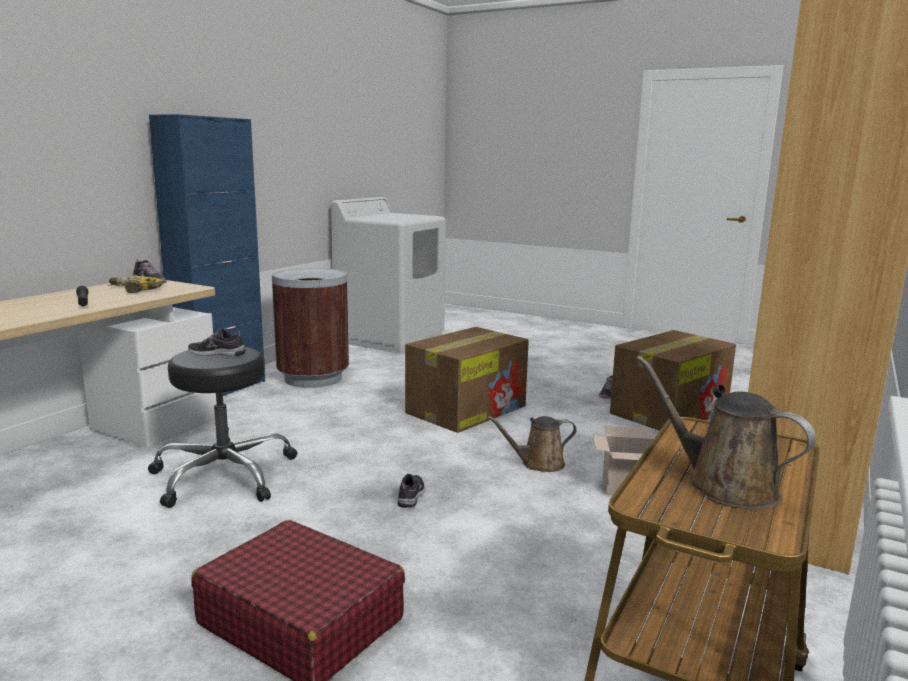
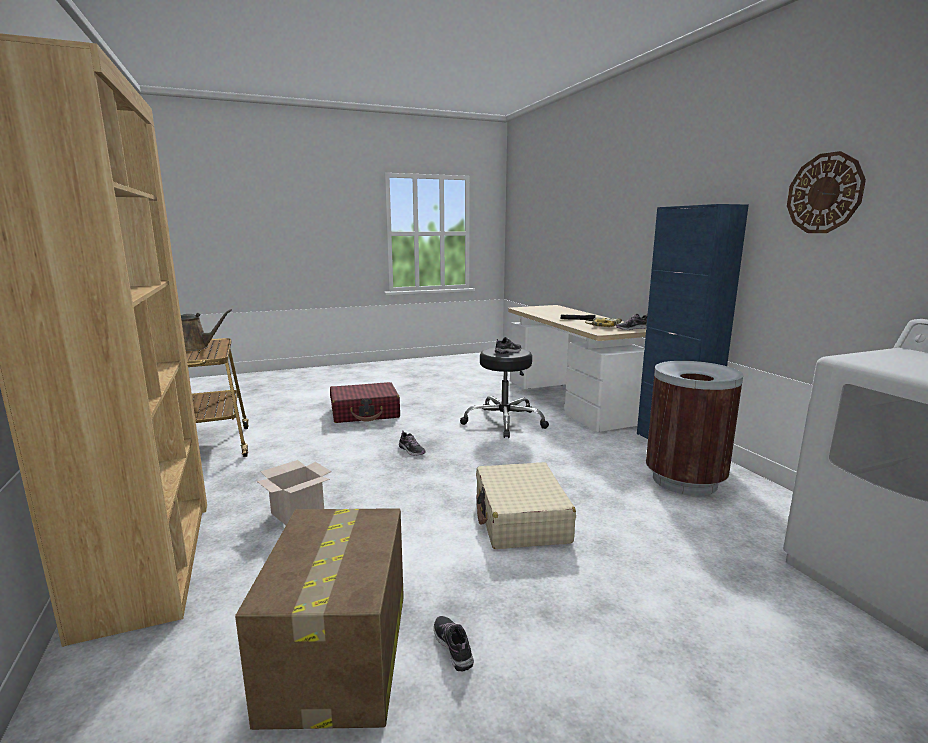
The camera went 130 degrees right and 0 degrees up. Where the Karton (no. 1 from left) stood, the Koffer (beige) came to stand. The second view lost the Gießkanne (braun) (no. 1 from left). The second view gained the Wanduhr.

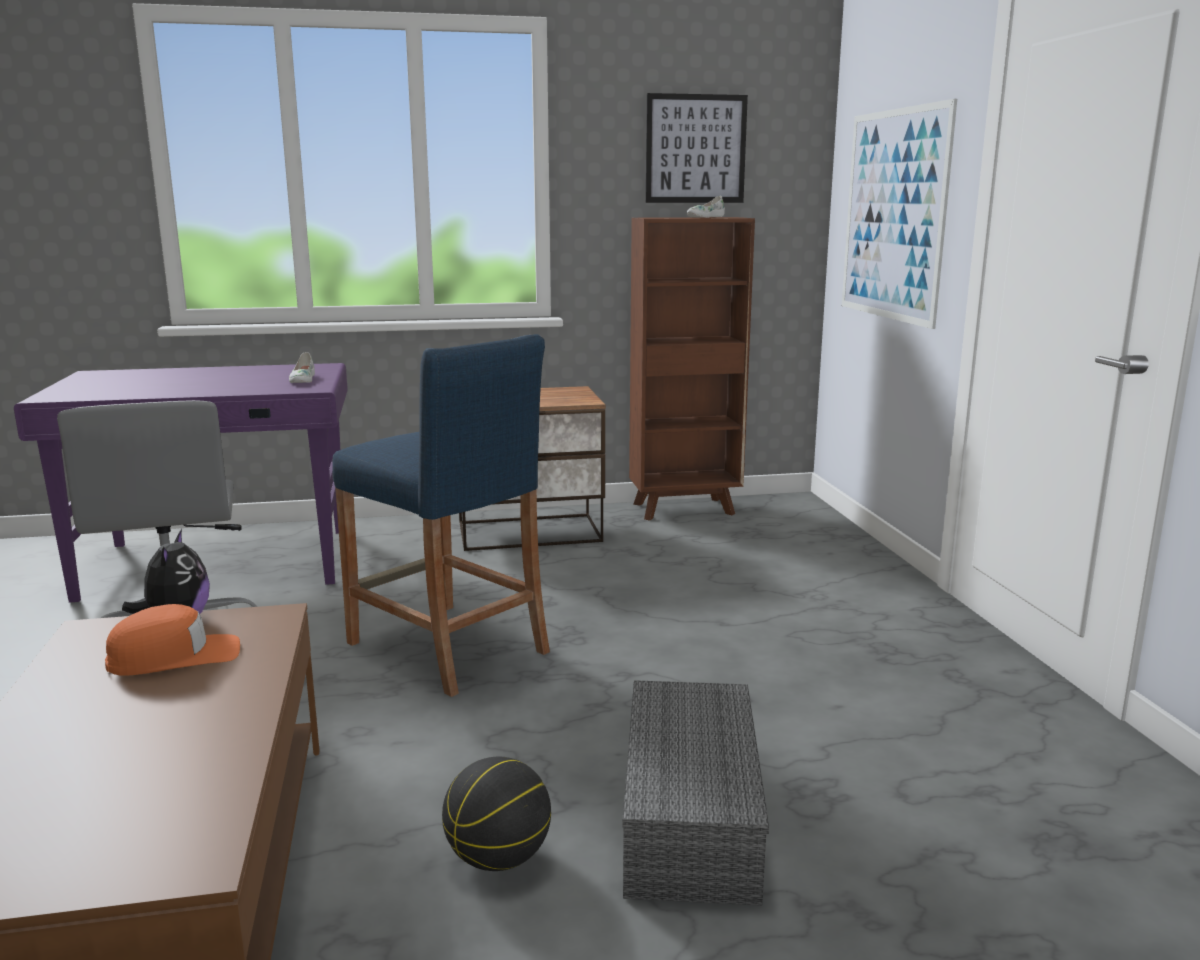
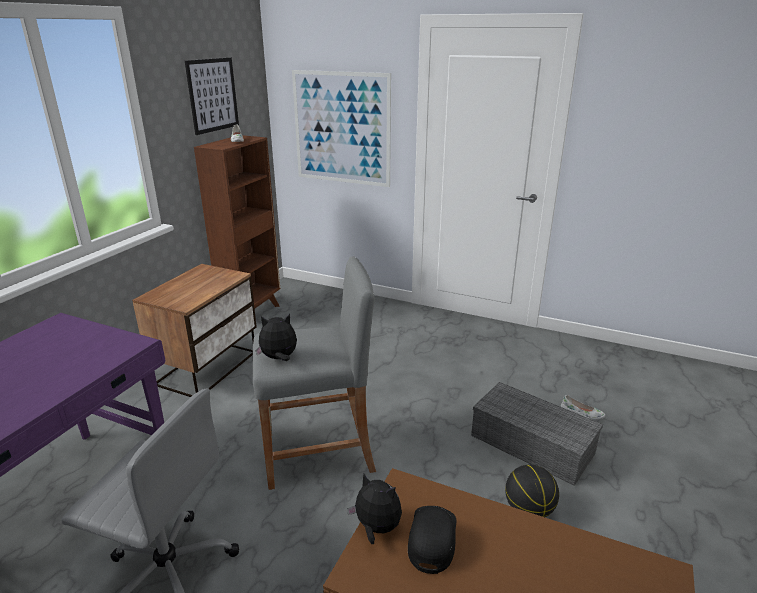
The camera went 55 degrees left and 10 degrees up. What was the Hocker (blau) turned into the Hocker (grau). The Schuh (weiß) (no. 1 from left in the first image) ended up elsewhere. What was the Kappe (orange) turned into the Kappe (schwarz). The second view gained the Plüschtier (no. 1 from left).

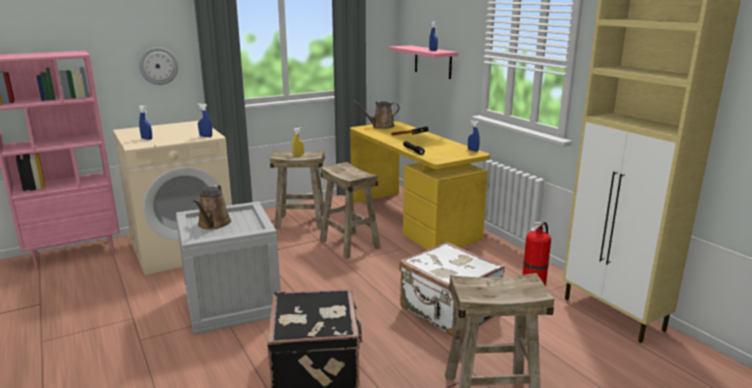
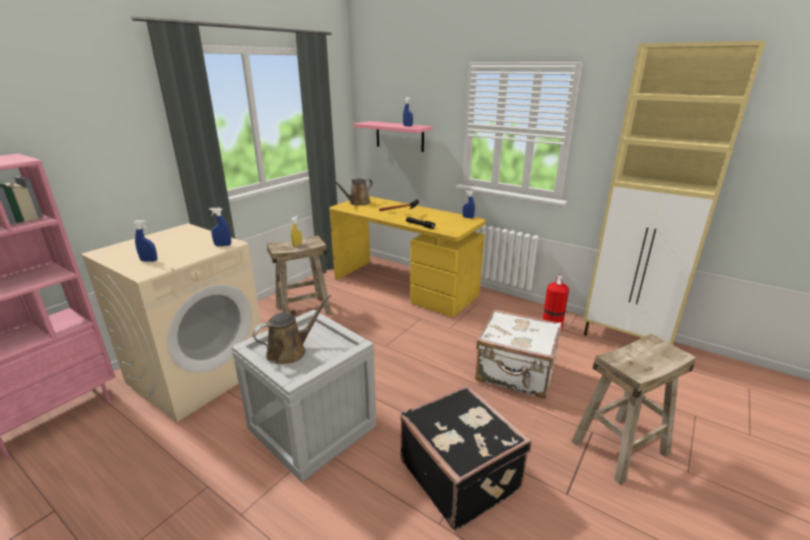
The camera went 25 degrees left and 5 degrees up. The second view lost the Wanduhr. The second view lost the Hocker (beige) (no. 2 from left). The Gießkanne (braun) (no. 1 from left) ended up facing another way, 105 degrees counterclockwise from before.

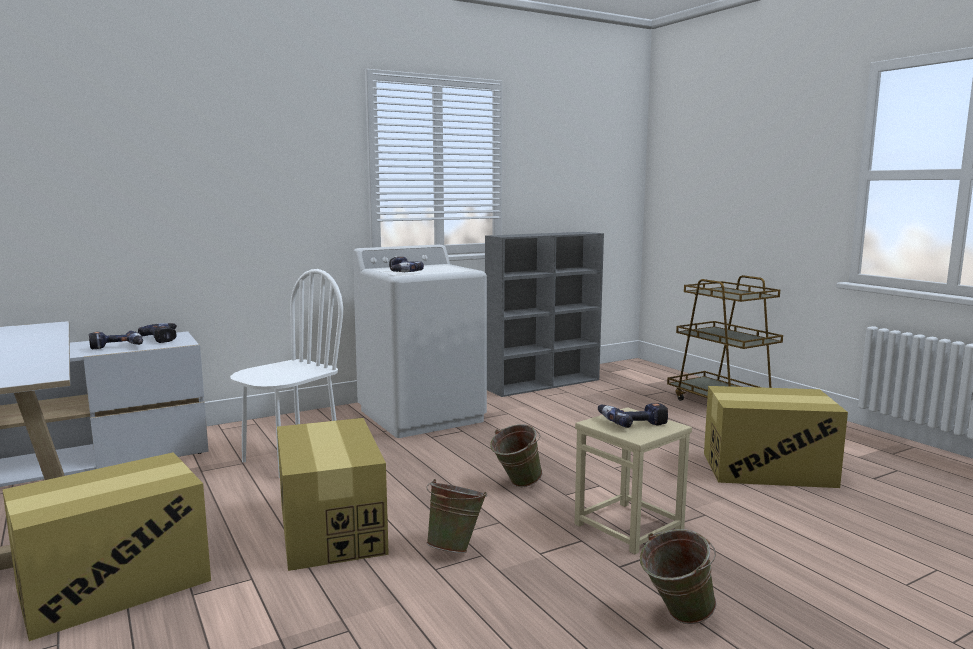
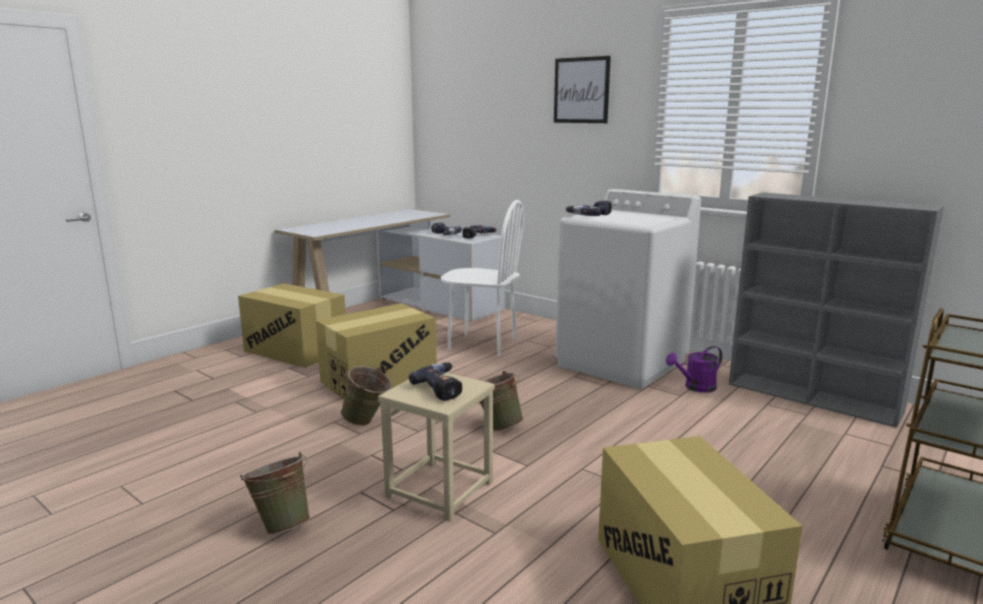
The camera went 70 degrees right and 5 degrees up. The second view gained the Bild. The second view gained the Gießkanne (lila).

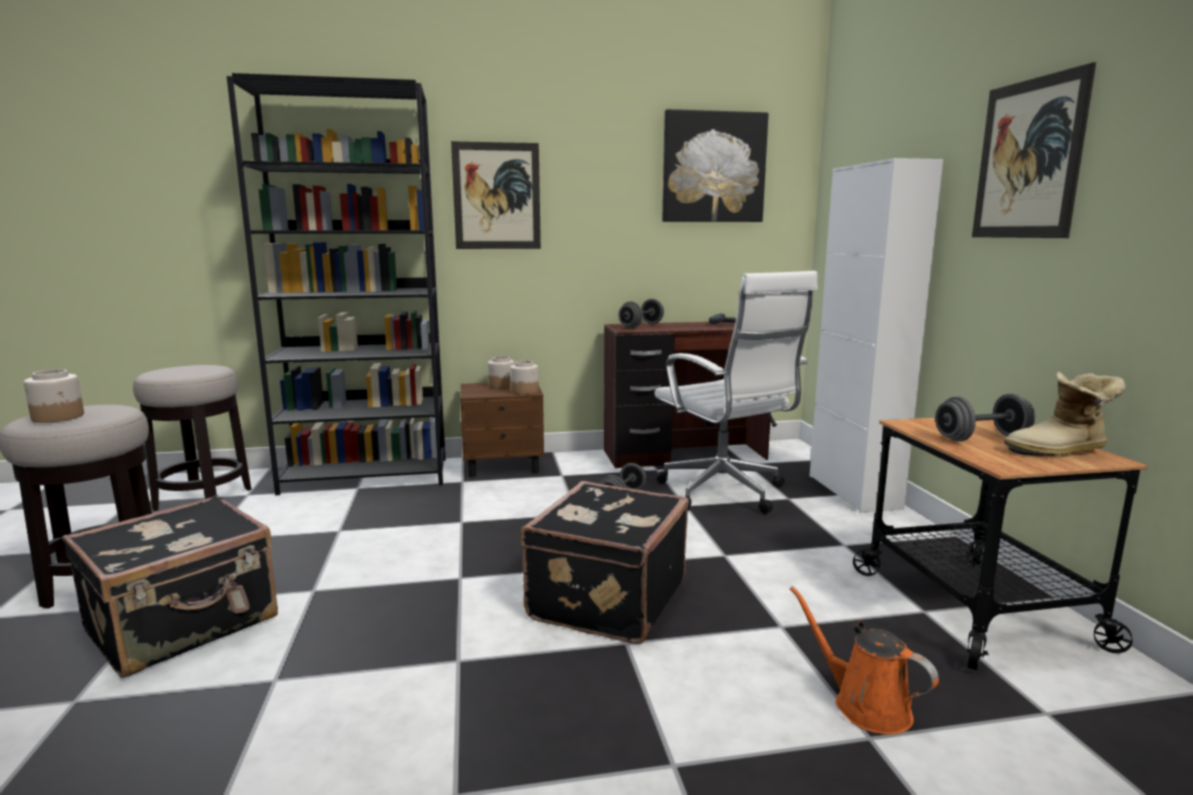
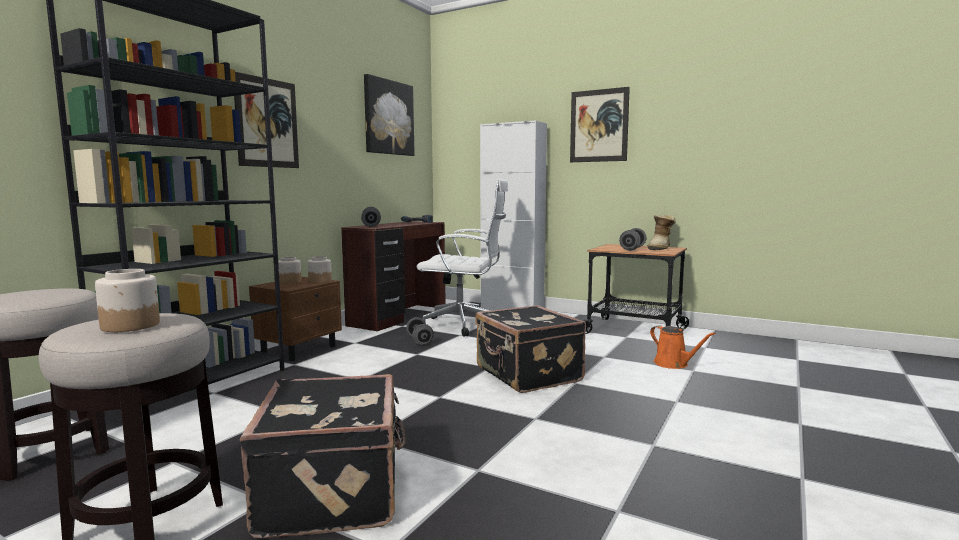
The camera went 50 degrees left and 5 degrees down. The Gießkanne (orange) ended up facing another way, 120 degrees counterclockwise from before.

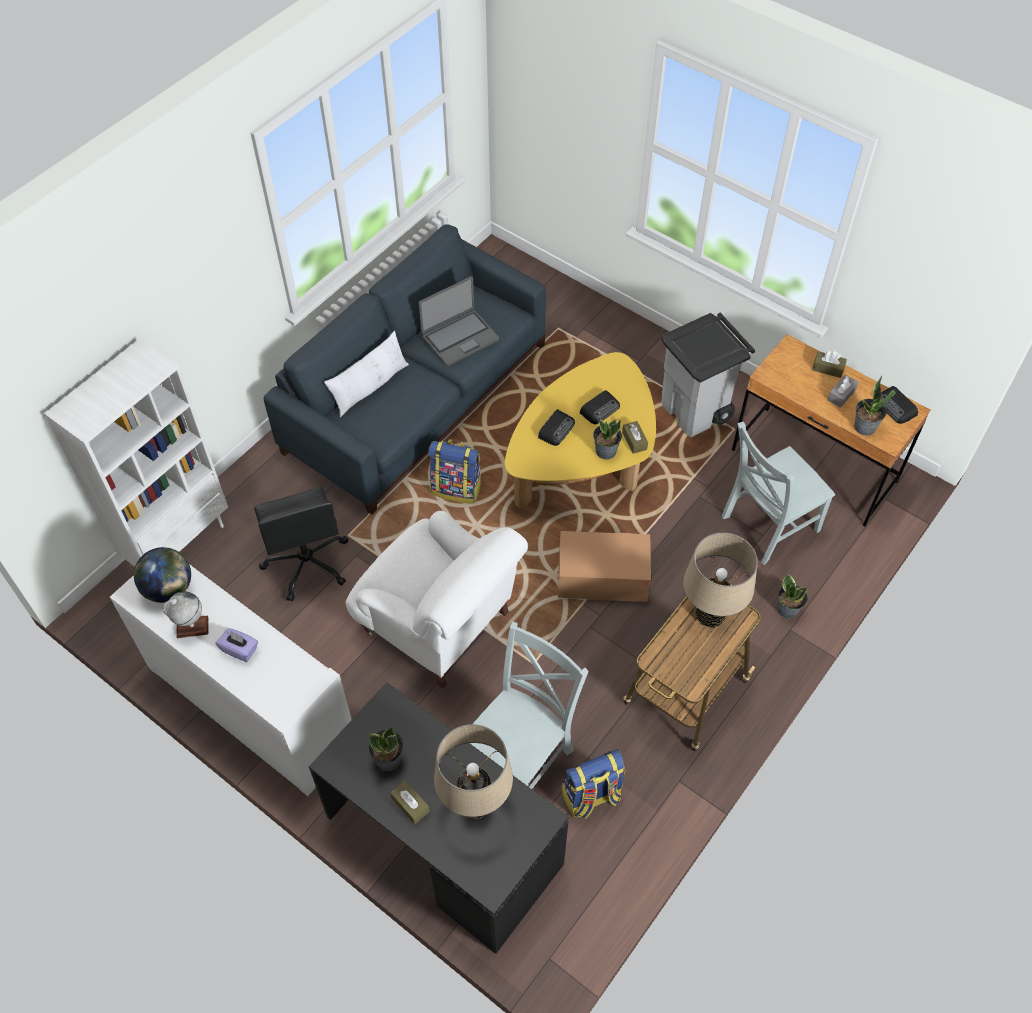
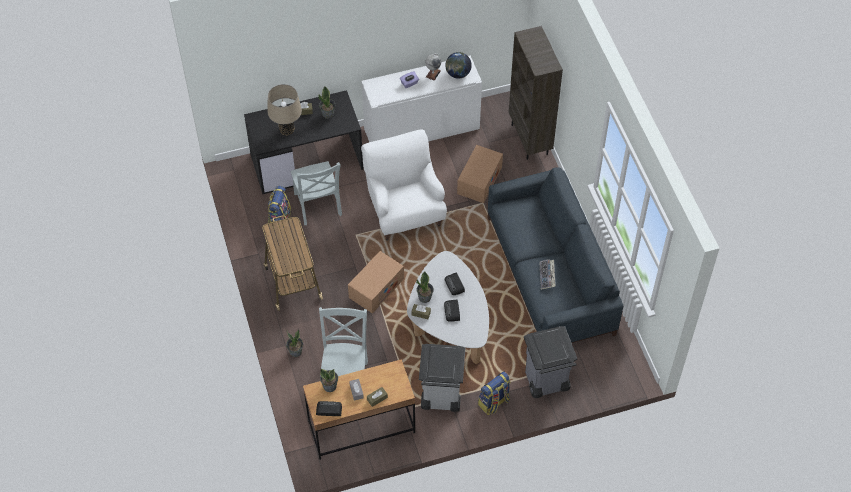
The camera went 125 degrees right and 0 degrees up. Where the Laptop stood, the Tastatur came to stand. The second view lost the Kissen (weiß). What was the Bücherregal (weiß) turned into the Bücherregal (braun). What was the Couchtisch (gelb) turned into the Couchtisch (weiß). The Rucksack (no. 1 from left in the first image) ended up elsewhere. Where the Bürostuhl (schwarz) stood, the Karton (no. 2 from left) came to stand. The Sessel (weiß) ended up facing another way, 90 degrees clockwise from before. The second view lost the Tischlampe (beige) (no. 2 from left). The second view gained the Mülleimer (grau) (no. 2 from left).

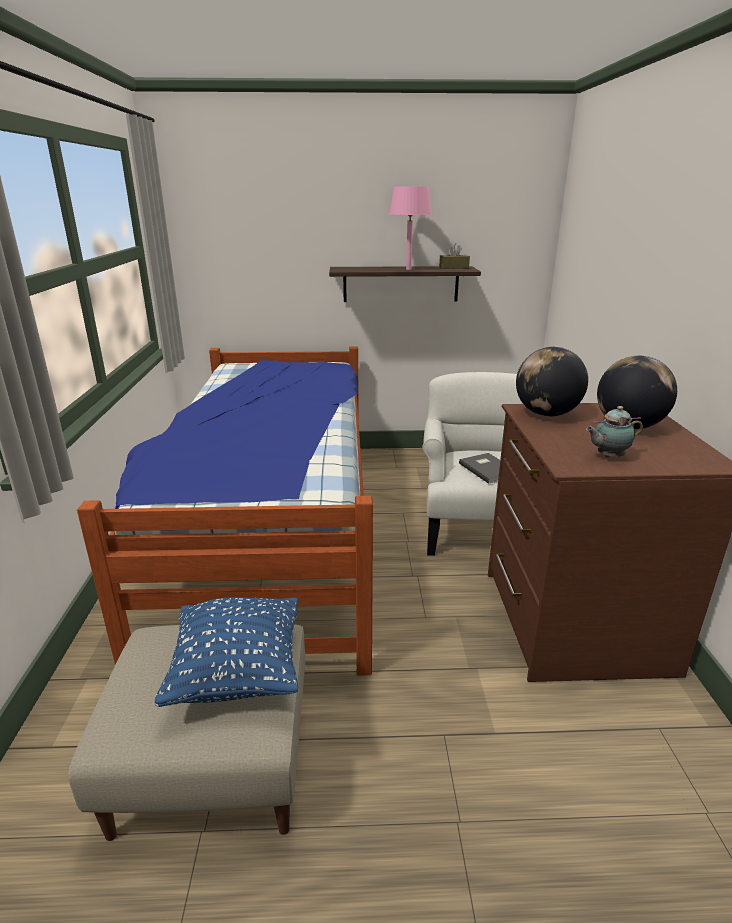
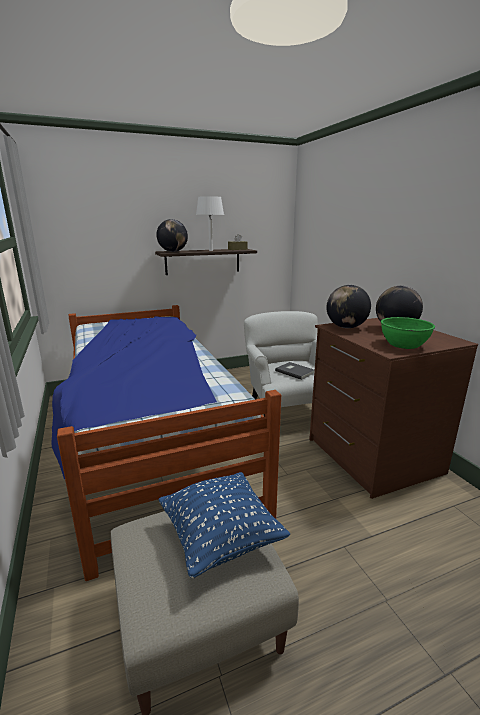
The camera went 20 degrees left and 5 degrees down. What was the Tischlampe (rosa) turned into the Tischlampe (weiß). Where the Teekanne stood, the Schüssel (grün) came to stand. The second view gained the Globus (no. 1 from left).

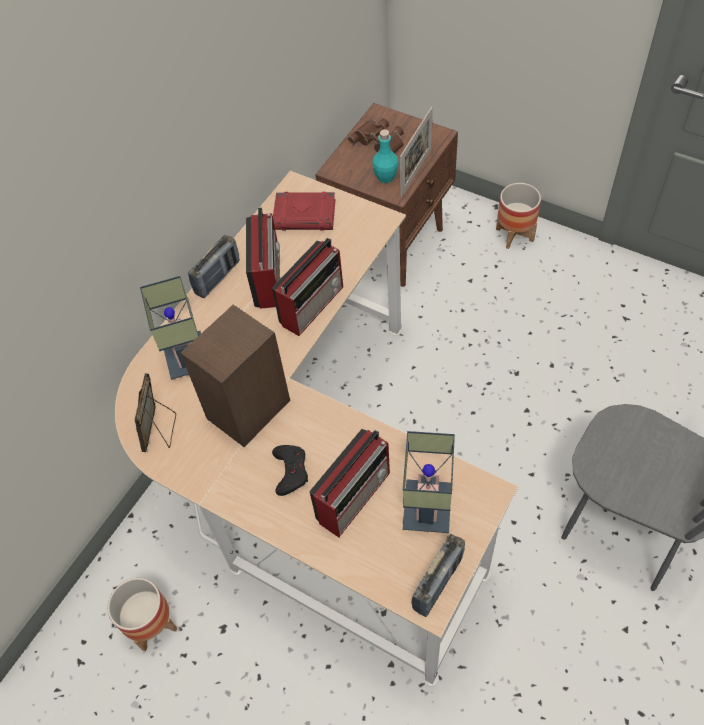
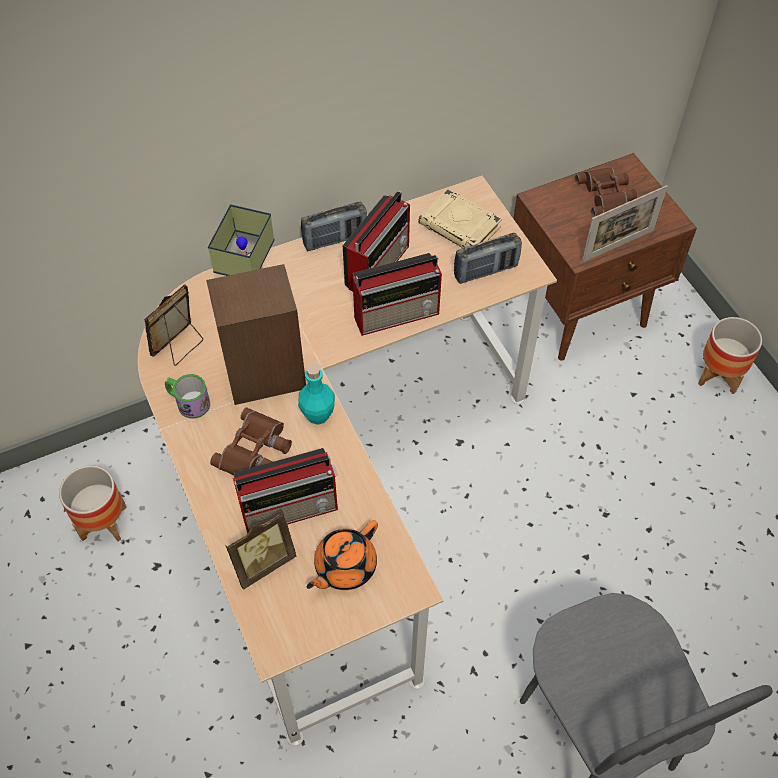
The camera went 30 degrees right and 0 degrees up. The Flasche (türkis) ended up elsewhere. What was the Buch (rot) turned into the Buch (beige). Where the Tischlampe (no. 2 from left) stood, the Teekanne (orange) came to stand. Where the Gamepad (schwarz) stood, the Fernglas (braun) (no. 1 from left) came to stand. The Radio (no. 5 from left) ended up elsewhere. The second view gained the Henkelbecher. The second view gained the Bilderrahmen (no. 2 from left).

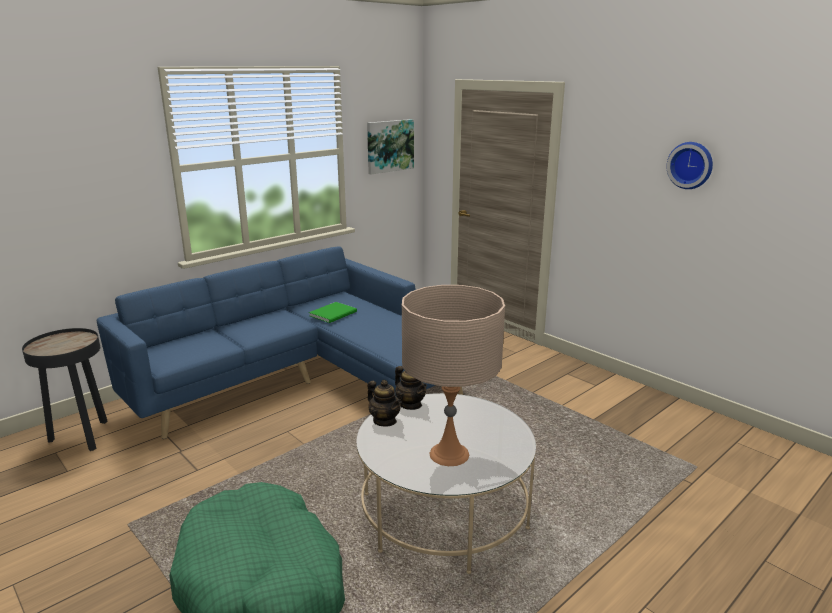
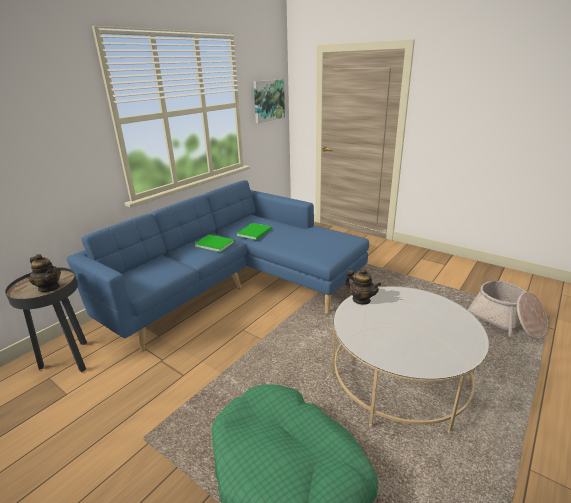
The camera went 10 degrees left and 5 degrees up. The second view lost the Wanduhr. The second view lost the Tischlampe (beige). The Teekanne (no. 1 from left) ended up elsewhere. The second view gained the Buch (grün) (no. 1 from left). The second view gained the Korb.

